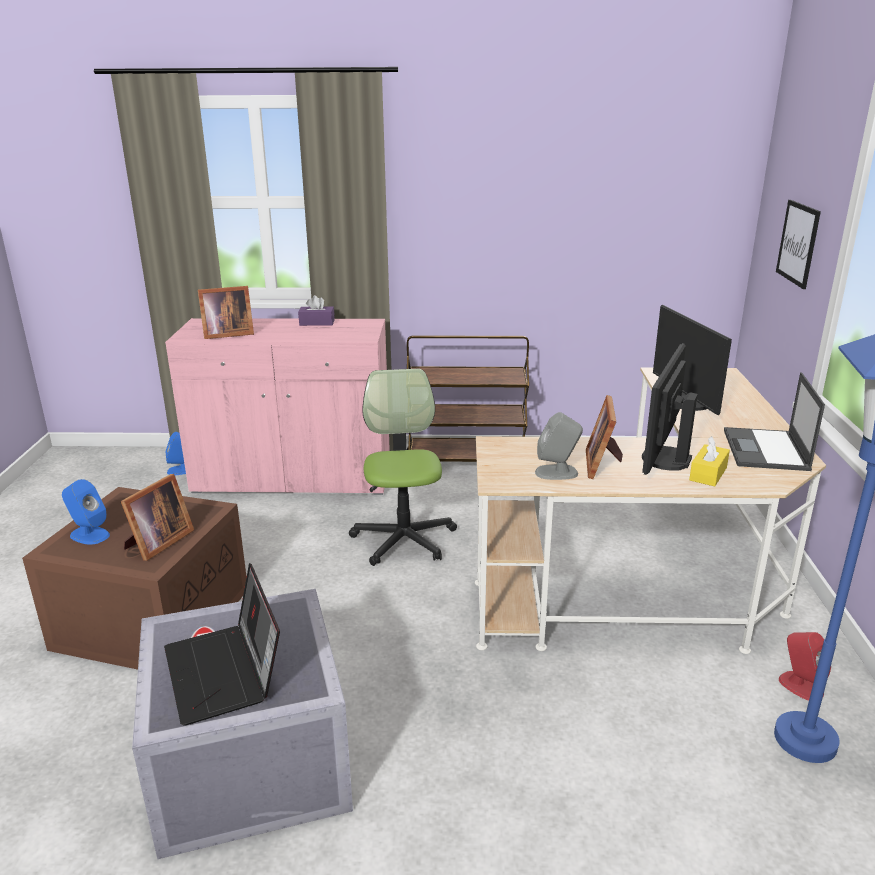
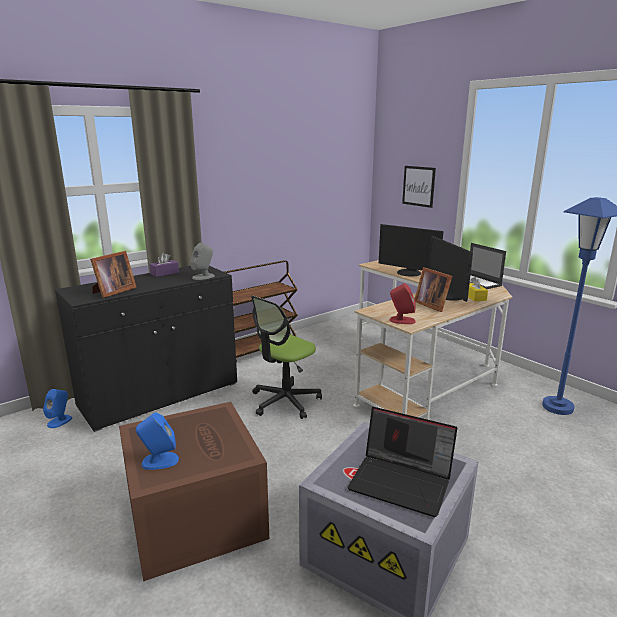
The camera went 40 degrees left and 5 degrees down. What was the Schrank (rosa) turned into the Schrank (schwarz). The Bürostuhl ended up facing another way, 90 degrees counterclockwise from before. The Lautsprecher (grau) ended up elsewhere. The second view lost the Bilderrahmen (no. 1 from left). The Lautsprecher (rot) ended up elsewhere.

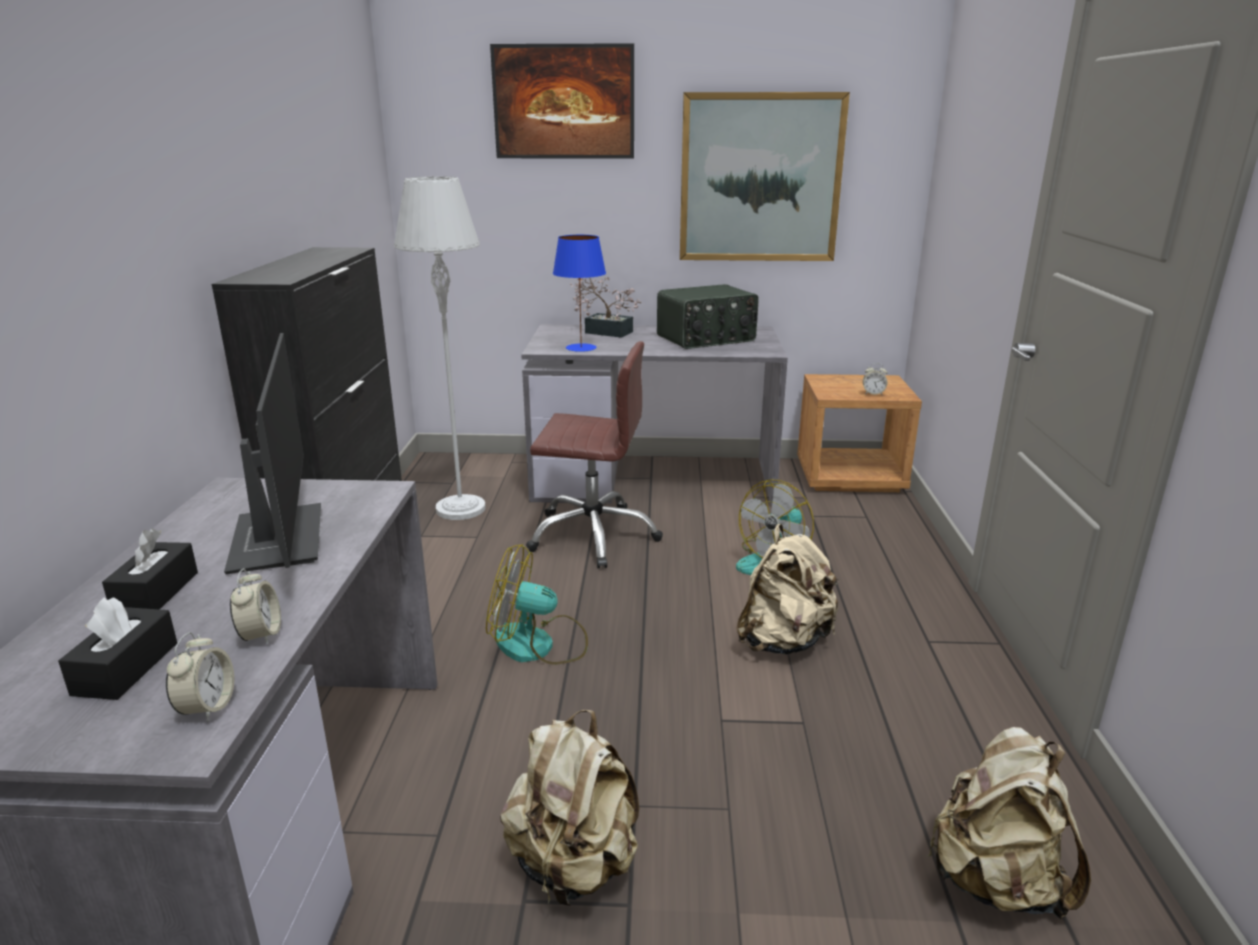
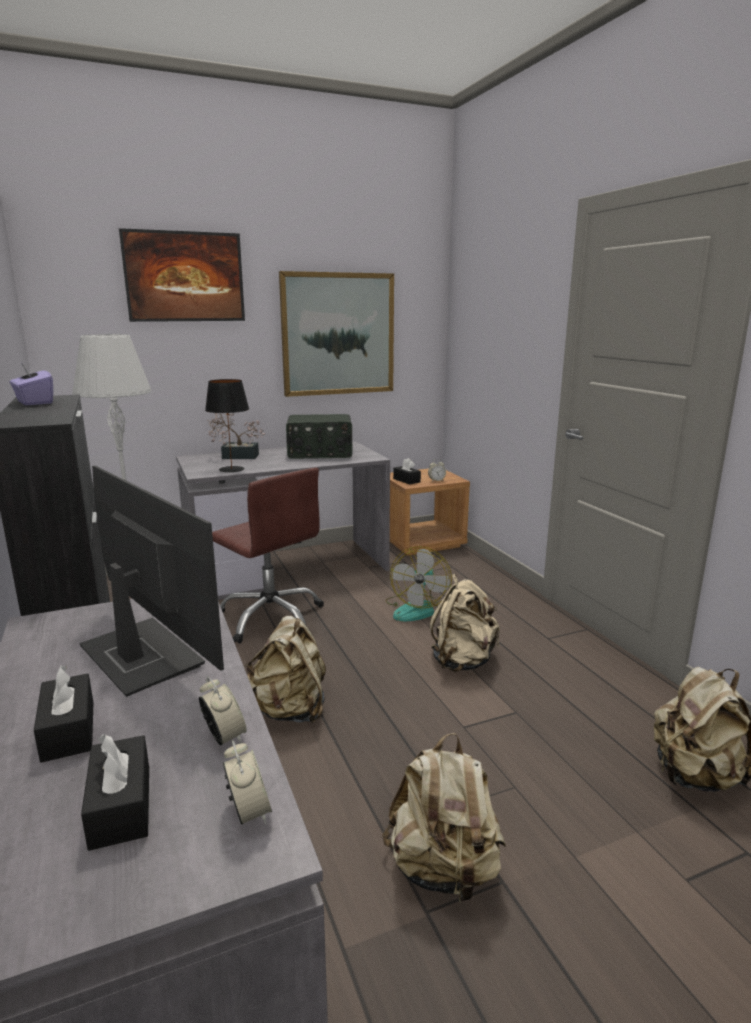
The camera went 25 degrees left and 5 degrees down. What was the Tischlampe (blau) turned into the Tischlampe (schwarz). The Radio ended up facing another way, 45 degrees clockwise from before. The Bürostuhl (braun) ended up facing another way, 60 degrees clockwise from before. Where the Ventilator (no. 1 from left) stood, the Rucksack (beige) (no. 1 from left) came to stand. The second view gained the Taschentuchbox (lila). The second view gained the Taschentuchbox (schwarz) (no. 3 from left).

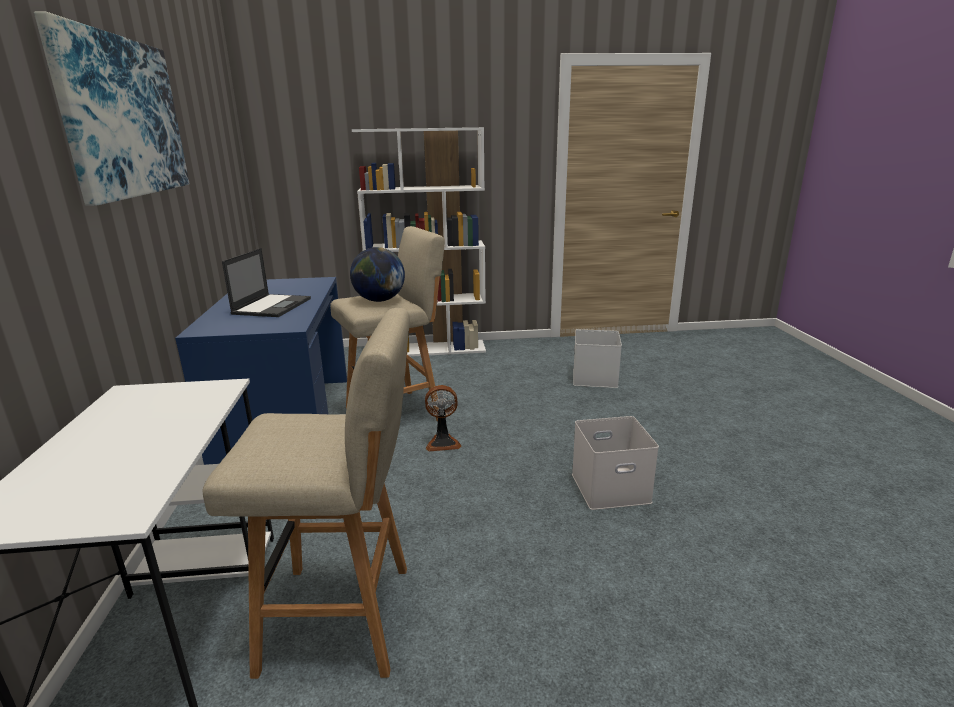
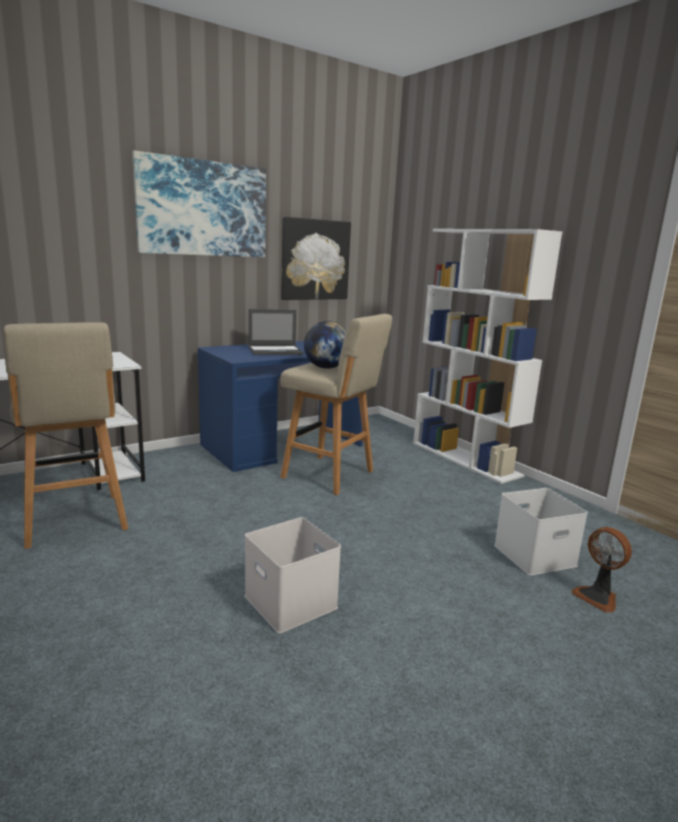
The camera went 60 degrees right and 5 degrees down. The Ventilator ended up elsewhere. The second view gained the Bild (no. 2 from left).

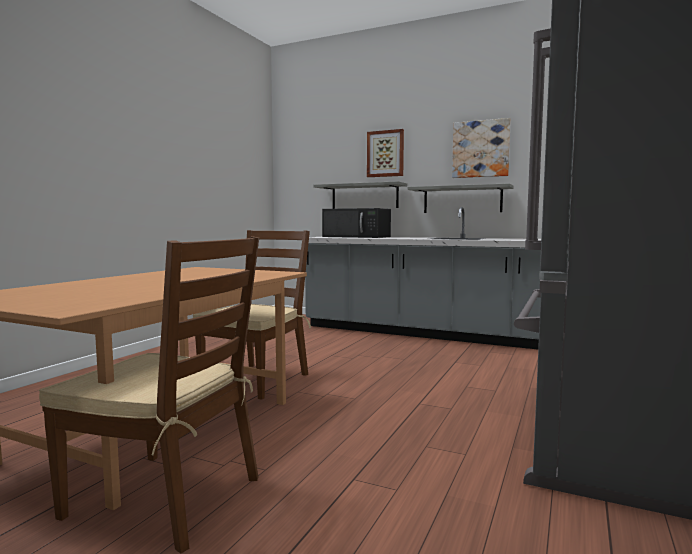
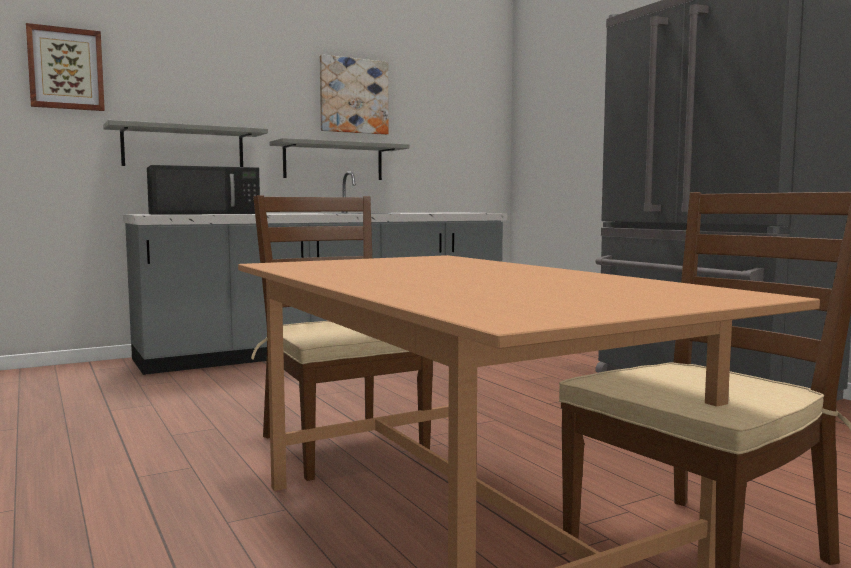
The camera went 55 degrees left and 0 degrees up. The Bild (no. 1 from left) ended up elsewhere.

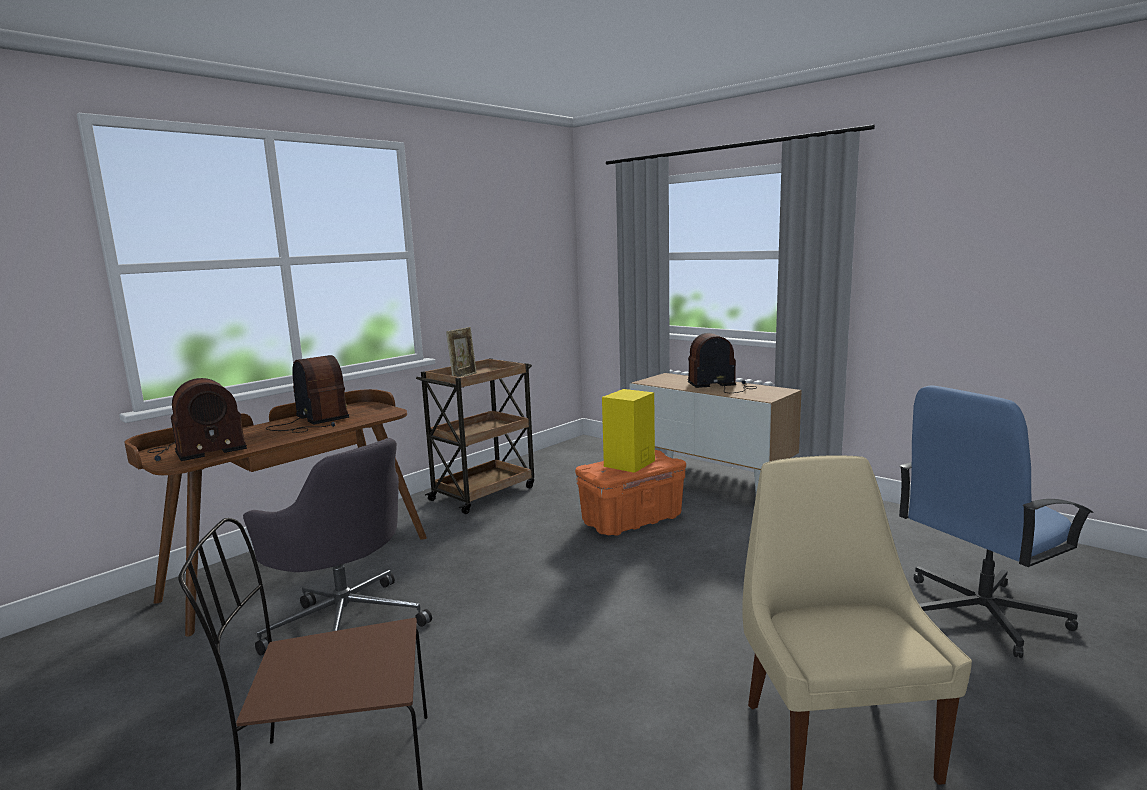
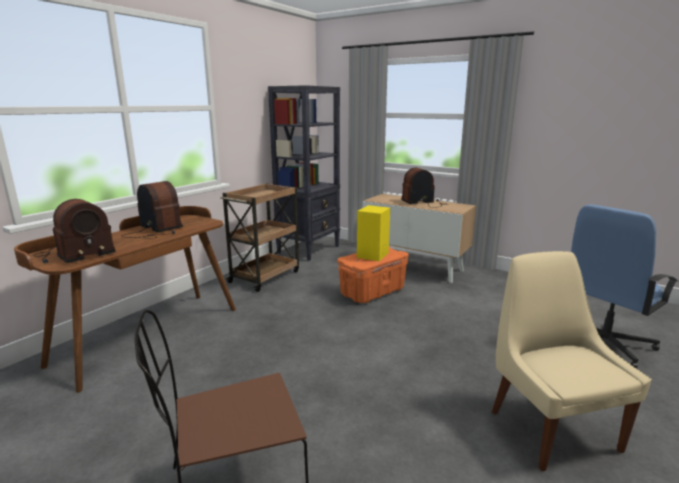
The camera went 10 degrees left and 5 degrees up. The second view lost the Bilderrahmen. The second view lost the Bürostuhl (grau). The second view gained the Bücherregal (schwarz).

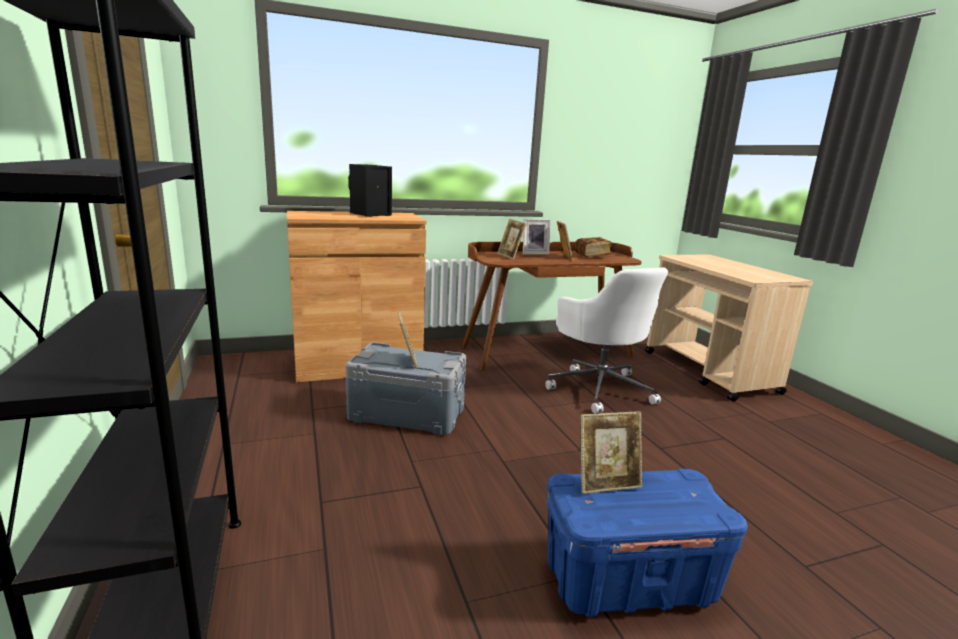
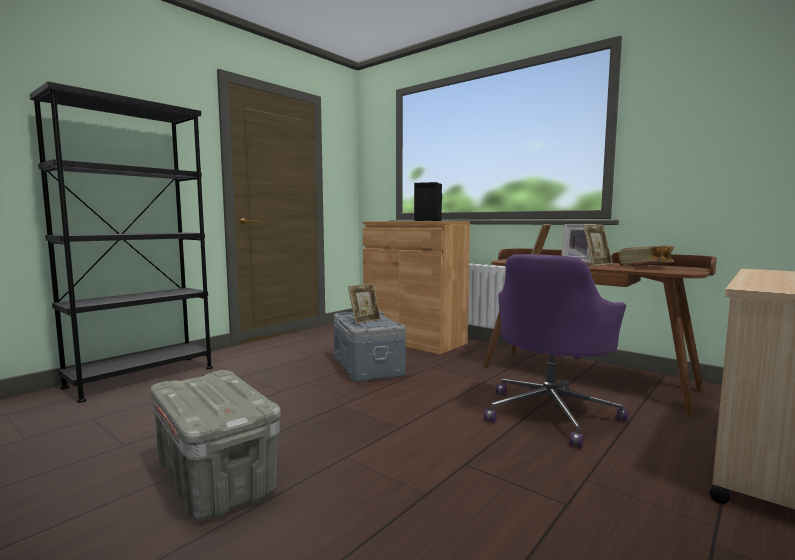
The camera went 60 degrees right and 10 degrees down. What was the Bürostuhl (weiß) turned into the Bürostuhl (lila). The second view lost the Bilderrahmen (no. 5 from left). What was the Aufbewahrungsbox (blau) turned into the Aufbewahrungsbox (grau) (no. 1 from left).

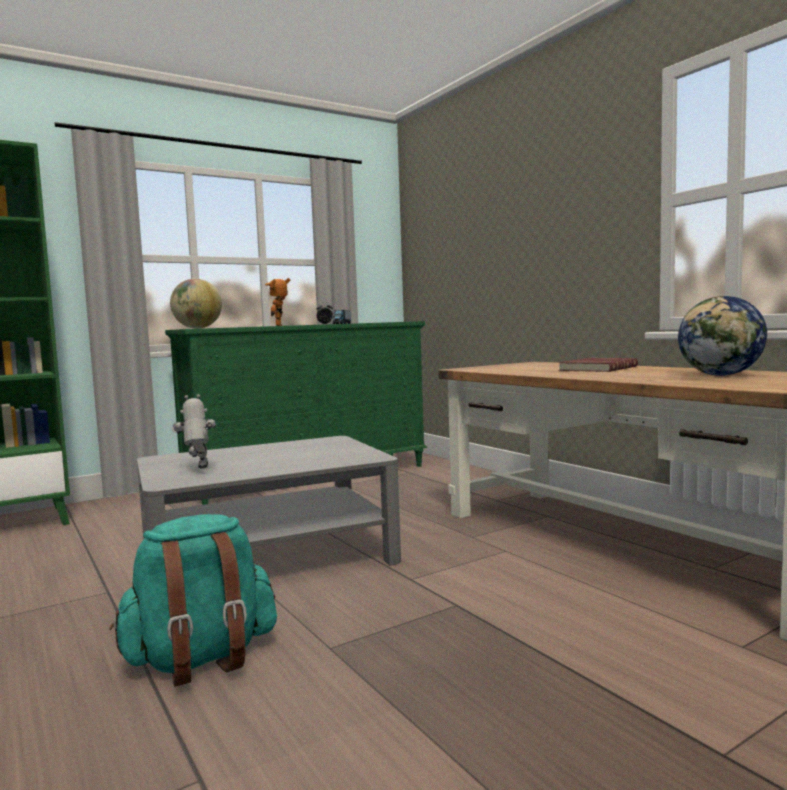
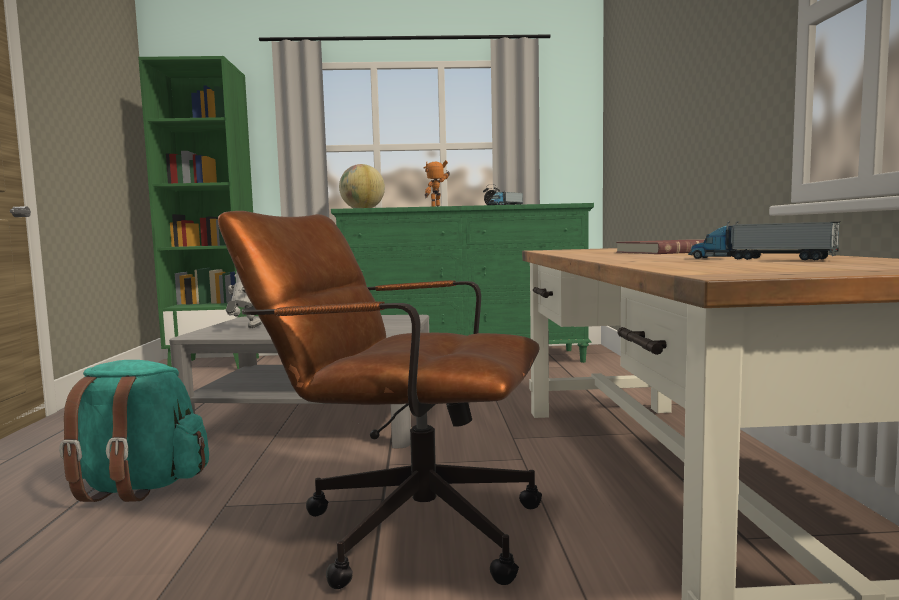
The camera went 30 degrees right and 0 degrees up. Where the Globus (no. 2 from left) stood, the Spielzeuglaster (no. 2 from left) came to stand. The second view gained the Bürostuhl (braun).

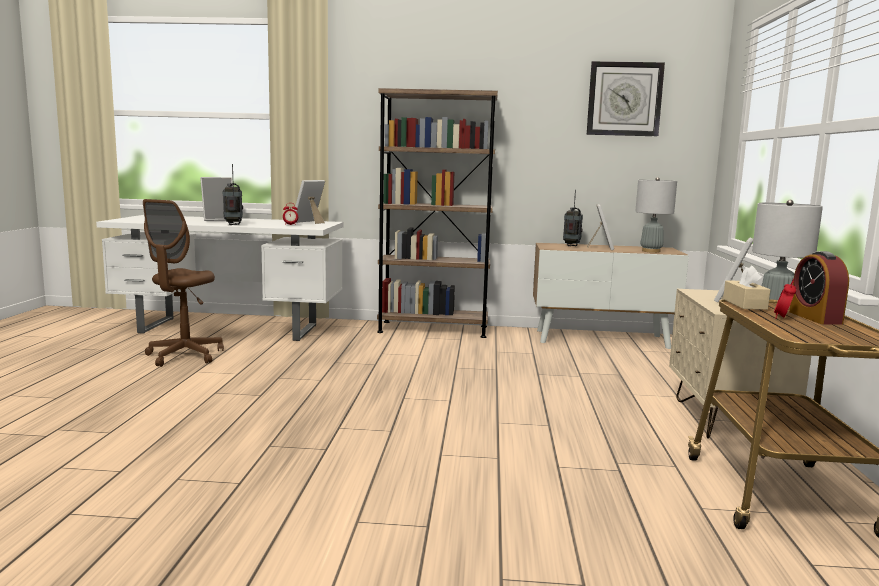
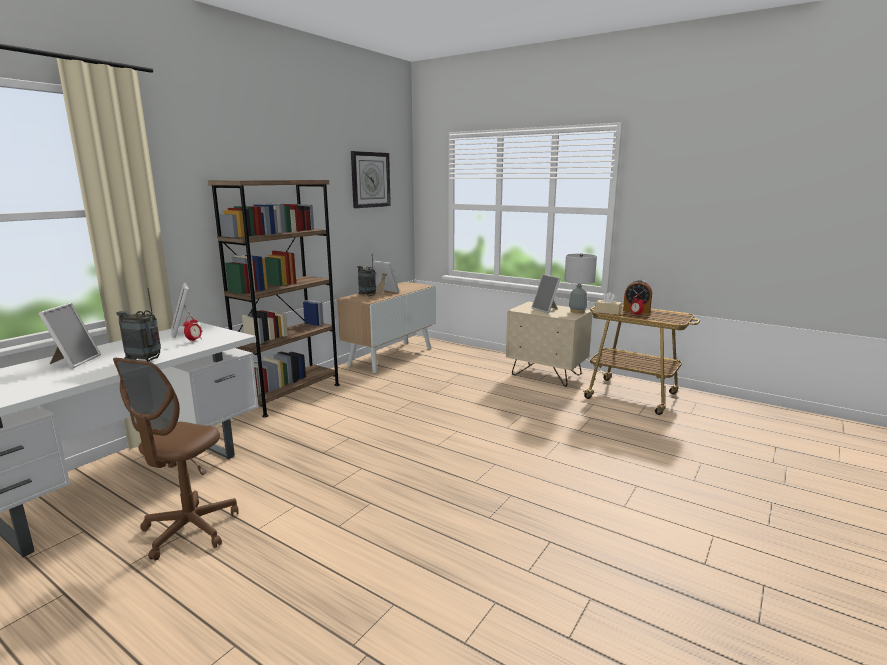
The camera went 60 degrees left and 5 degrees up. The second view lost the Tischlampe (grau) (no. 1 from left). The Bürostuhl (braun) ended up facing another way, 60 degrees clockwise from before.

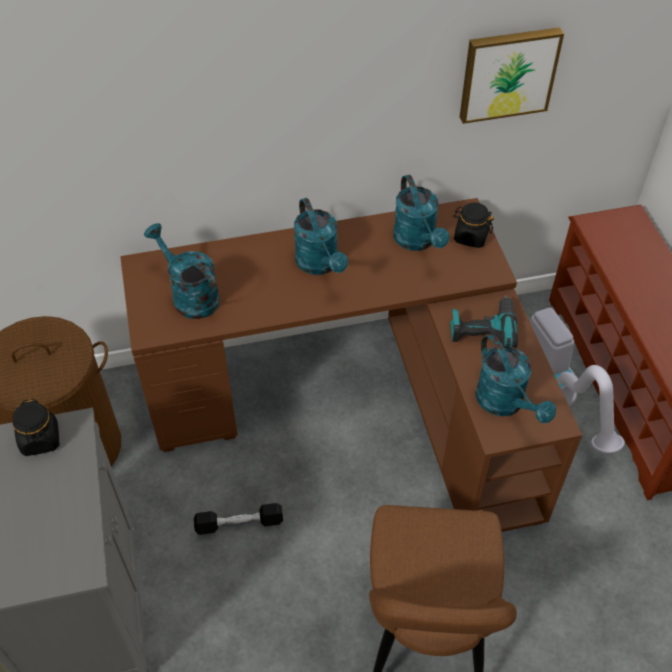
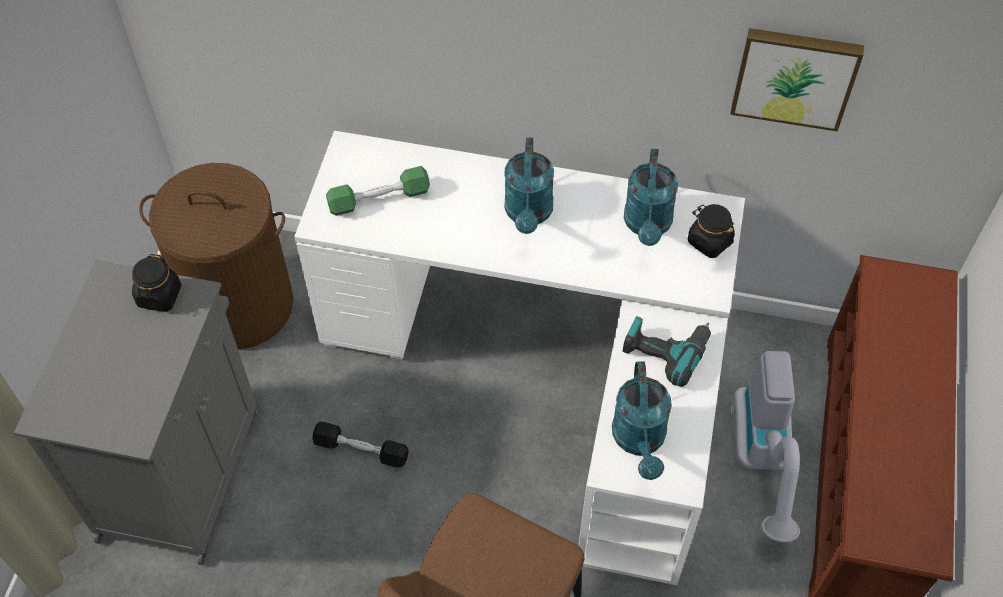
The camera went 25 degrees right and 5 degrees up. What was the Schreibtisch (braun) turned into the Schreibtisch (weiß). Where the Gießkanne (türkis) (no. 1 from left) stood, the Hantel (grün) came to stand.

